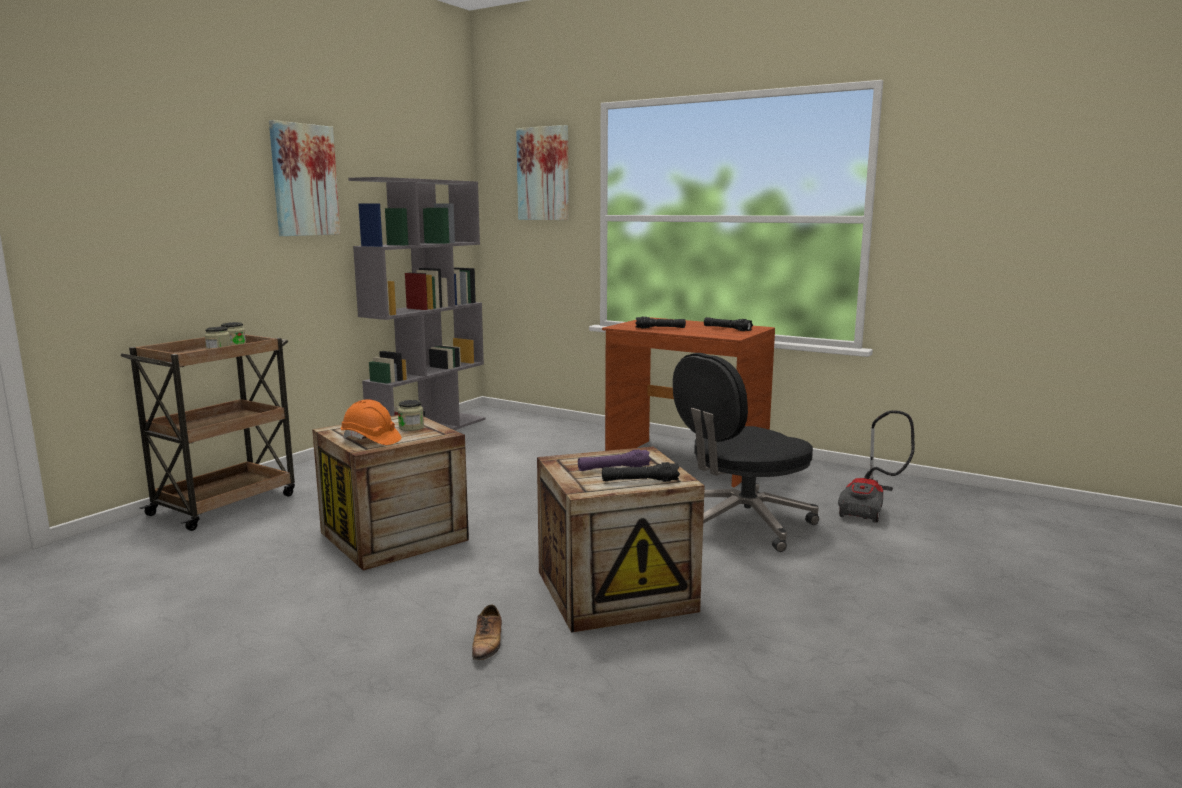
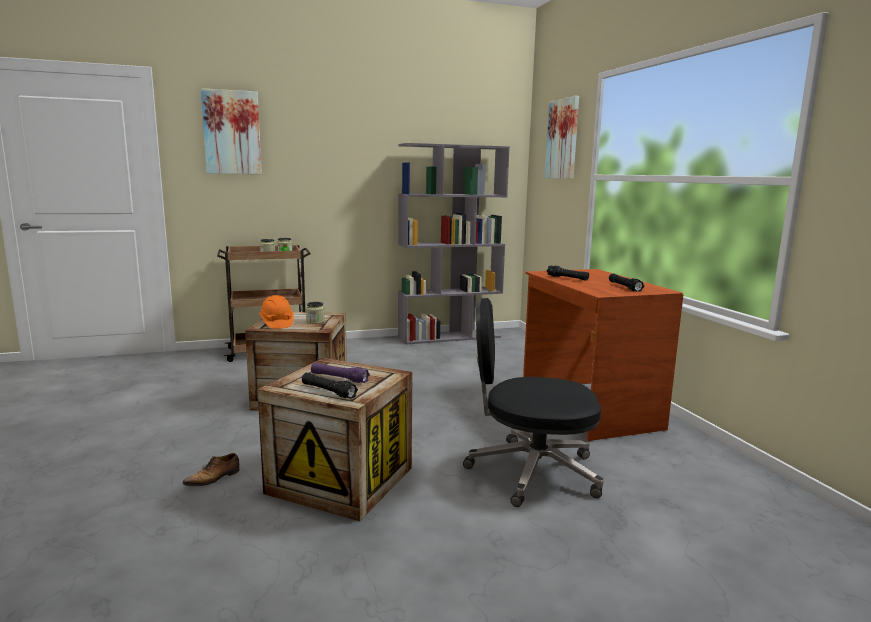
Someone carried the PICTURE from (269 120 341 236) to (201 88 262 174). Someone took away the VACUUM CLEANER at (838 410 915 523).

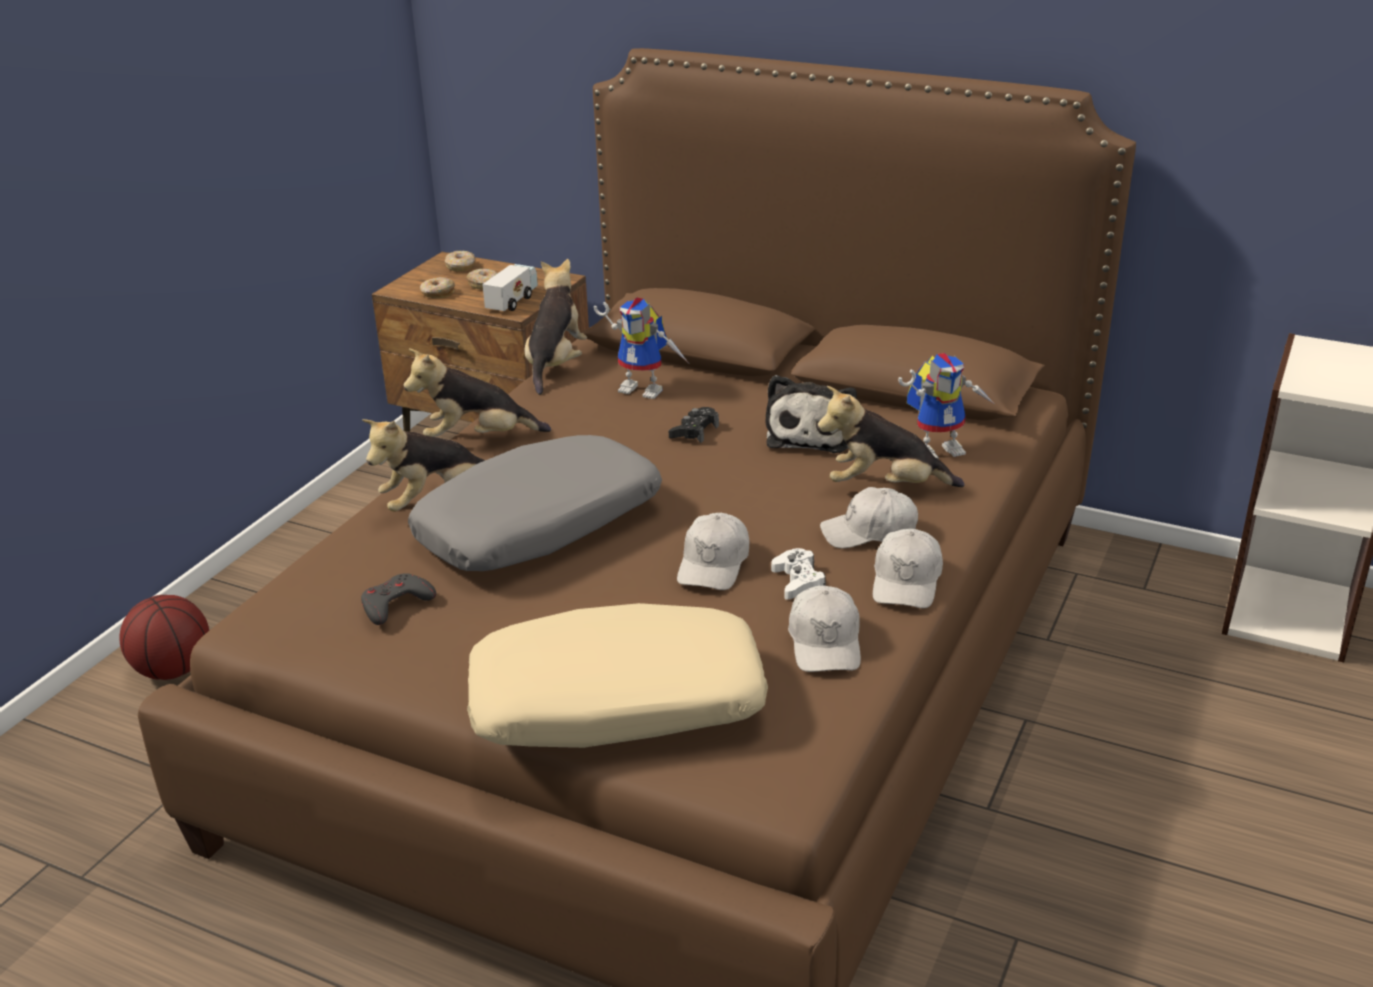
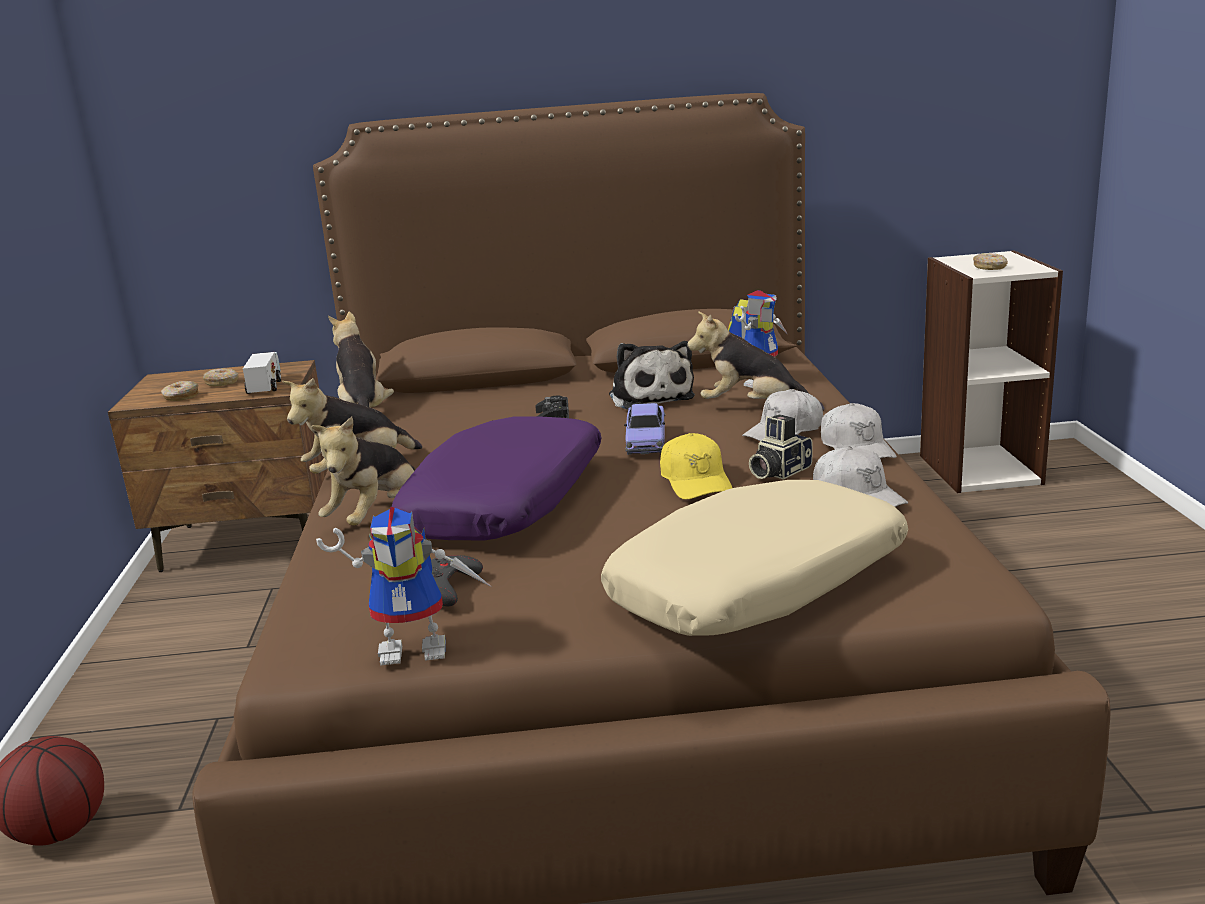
Someone carried the TOY ROBOT from (594 298 688 399) to (316 507 492 666). Someone repainted the GREY PILLOW at (408 435 662 571), which became the PURPLE PILLOW at (391 416 601 541). Someone put down the TOY CAR at (624 403 665 455). Someone repainted the WHITE CAP at (677 513 749 590), which became the YELLOW CAP at (660 433 732 500). Someone rotated the PLUSH TOY at (817 386 965 487) by 45 degrees clockwise. Someone swapped the WHITE GAME CONTROLLER at (771 548 826 600) for the PHOTO CAMERA at (749 414 813 480). Someone carried the DONUT from (445 251 476 271) to (973 253 1008 270).

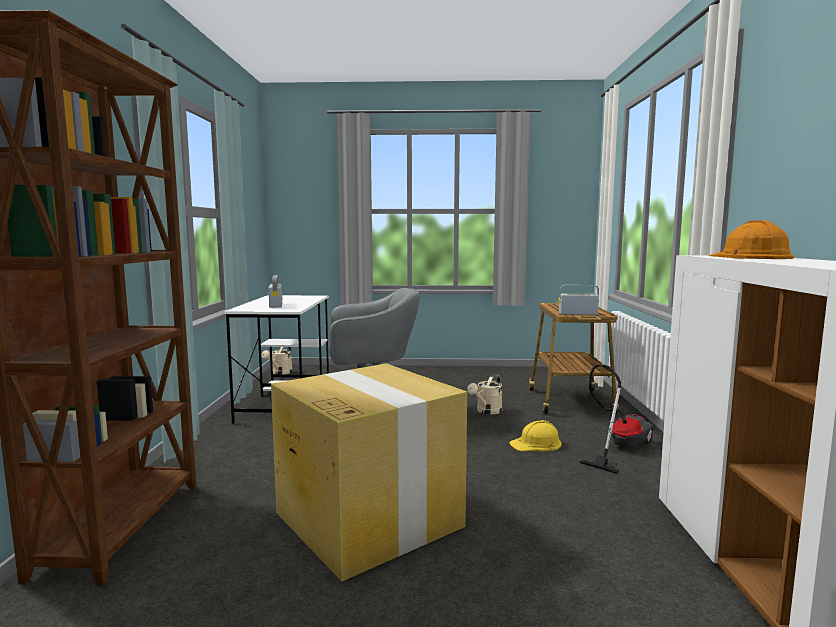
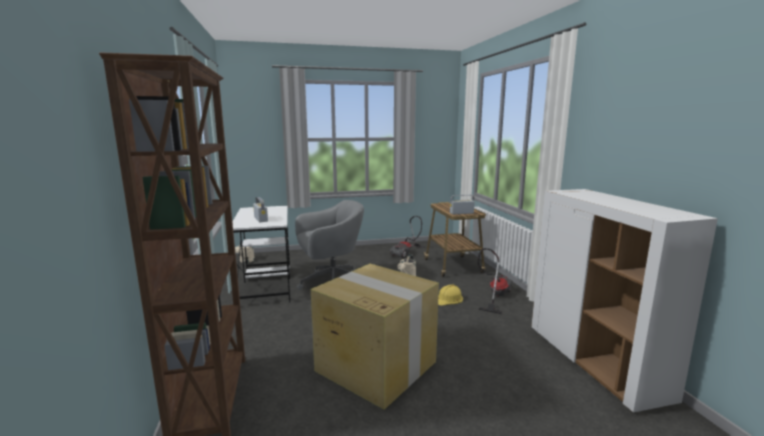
Someone put down the VACUUM CLEANER at (390 216 425 258). Someone took away the ORANGE HARD HAT at (709 220 794 259).

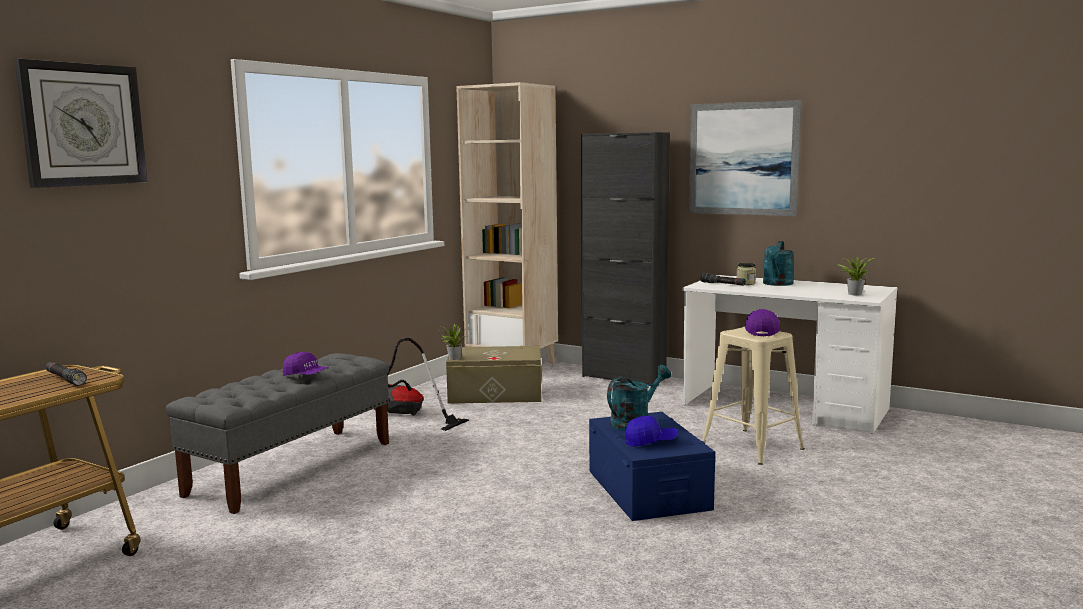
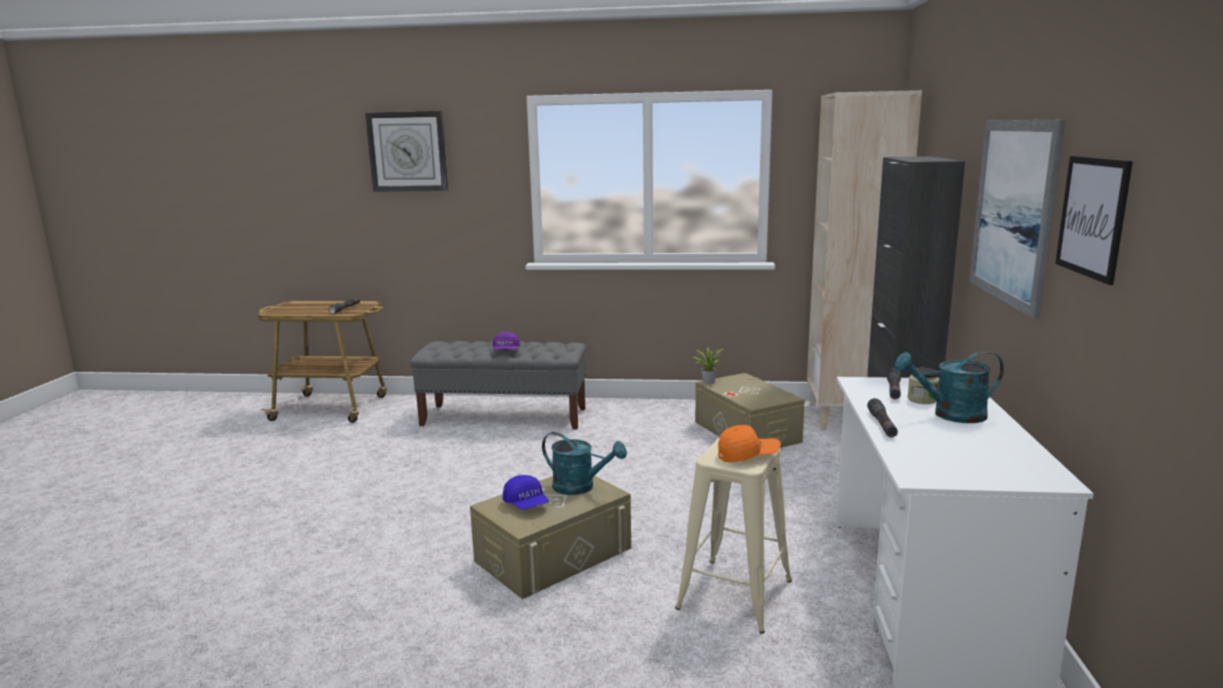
Someone repainted the BLUE STORAGE BOX at (589 412 715 521), which became the BEIGE STORAGE BOX at (470 476 631 599). Someone repainted the PURPLE CAP at (745 309 780 336), which became the ORANGE CAP at (718 425 781 462). Someone put down the BLACK FLASHLIGHT at (867 398 898 438). Someone put up the PICTURE at (1055 156 1133 285). Someone took away the VACUUM CLEANER at (374 338 469 431). Someone took away the POTTED PLANT at (837 256 875 295).

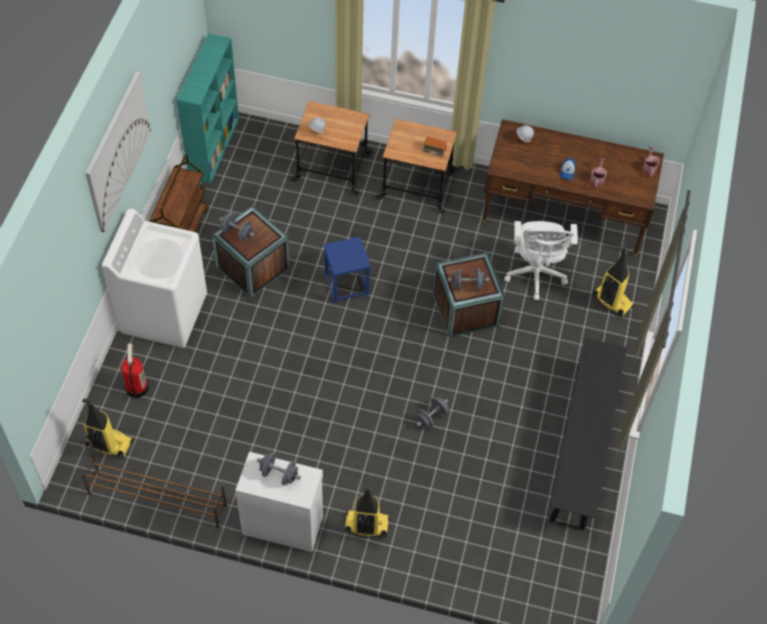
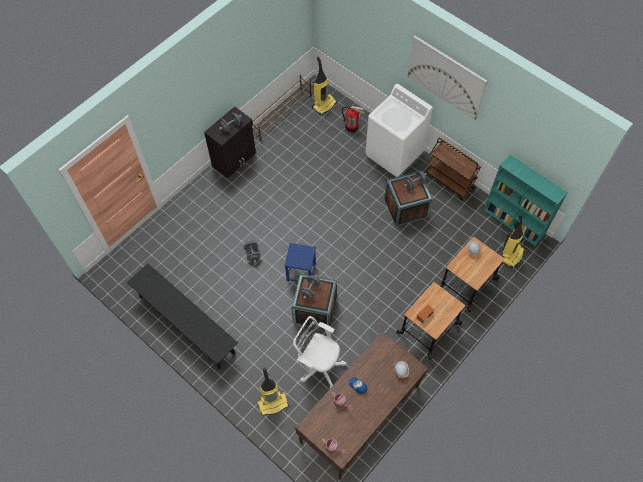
Someone repainted the WHITE CABINET at (235 452 323 552), which became the BLACK CABINET at (204 106 256 178). Someone carried the BLUE STOOL from (324 237 371 303) to (285 243 316 282). Someone carried the VACUUM CLEANER from (345 486 390 538) to (502 214 525 268).

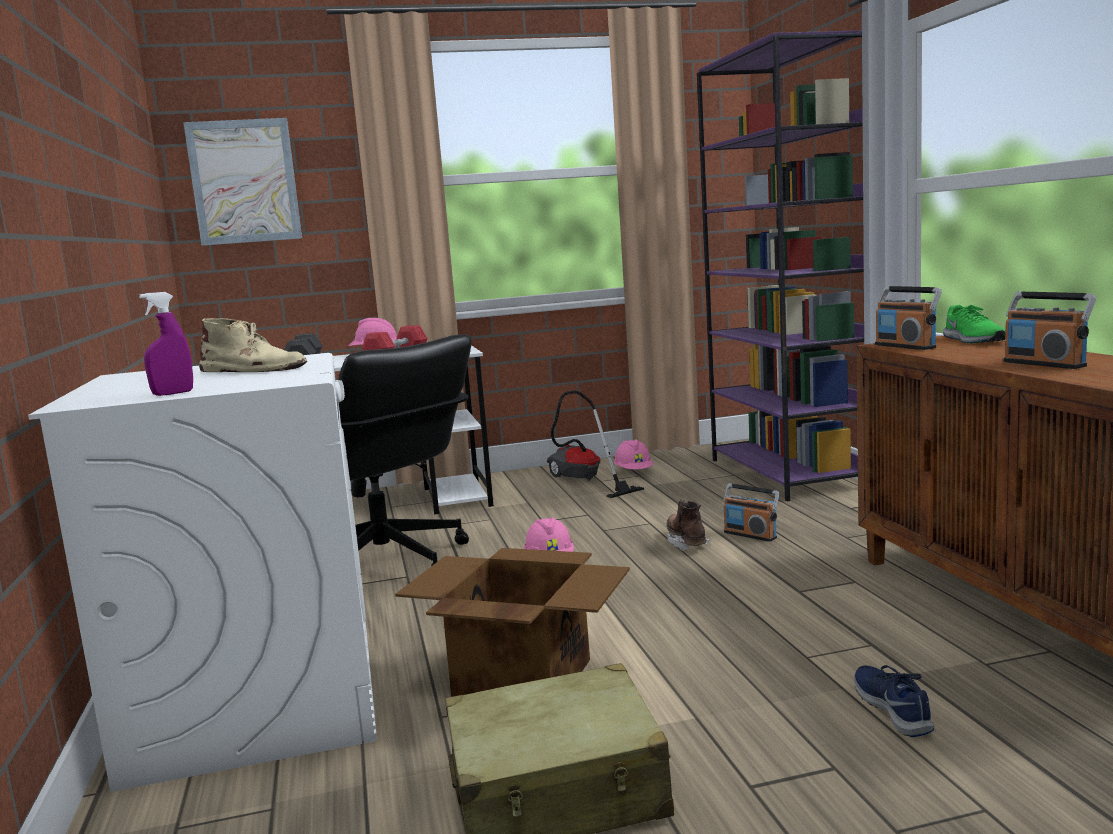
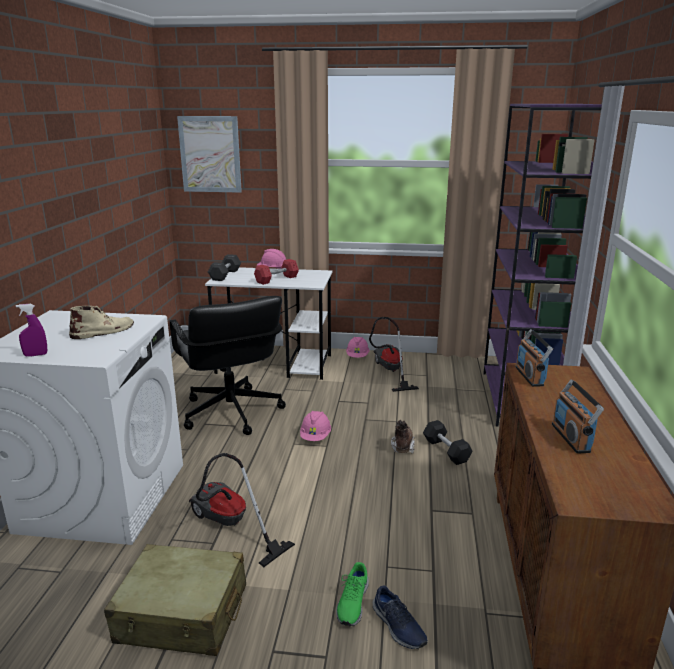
Someone rotated the BEIGE BOOT at (199 318 307 372) by 75 degrees counterclockwise. Someone swapped the CARDBOARD BOX at (395 548 630 697) for the VACUUM CLEANER at (189 453 295 567). Someone carried the GREEN SHOE from (943 305 1006 343) to (336 562 369 626). Someone carried the PINK HARD HAT from (614 439 653 470) to (346 337 370 358). Someone rotated the BLUE SHOE at (854 665 935 737) by 135 degrees clockwise. Someone swapped the RADIO at (723 483 780 542) for the BLACK DUMBBELL at (423 420 473 465).

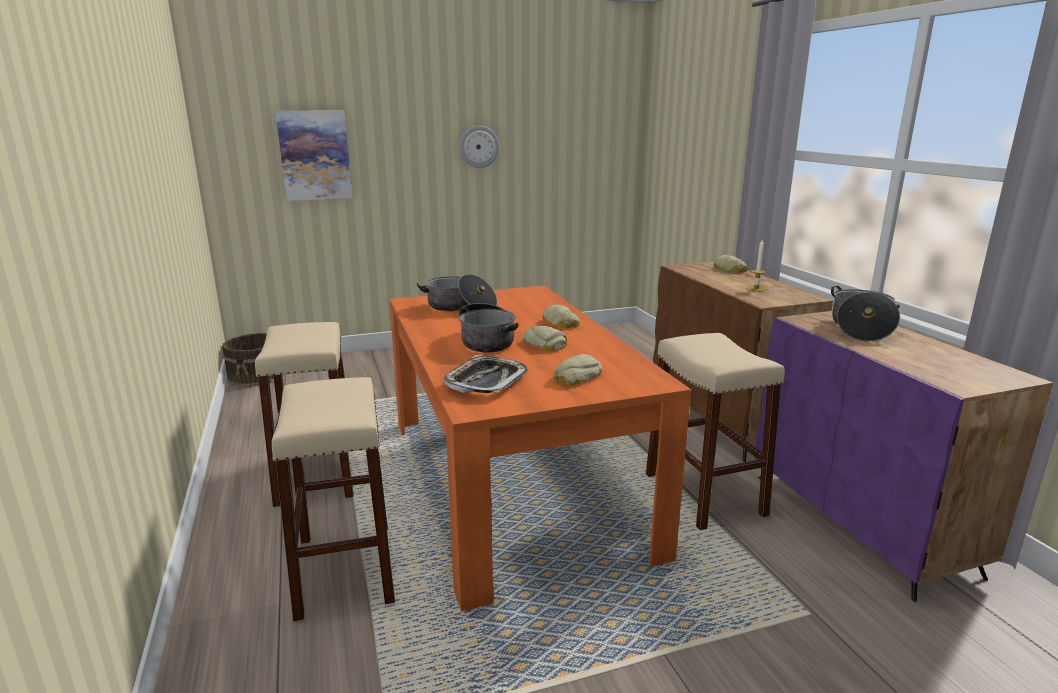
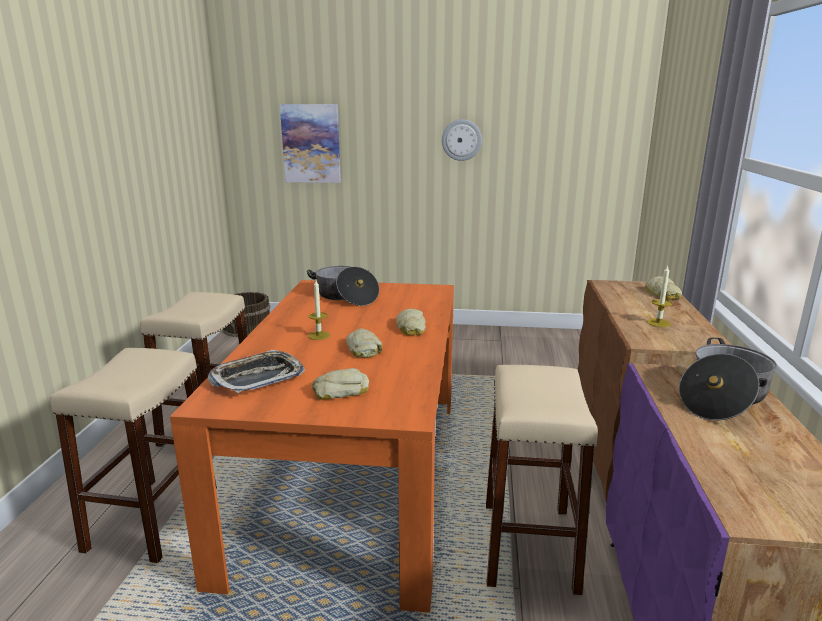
Someone swapped the COOKING POT at (459 303 518 352) for the CANDLE at (308 280 330 340).

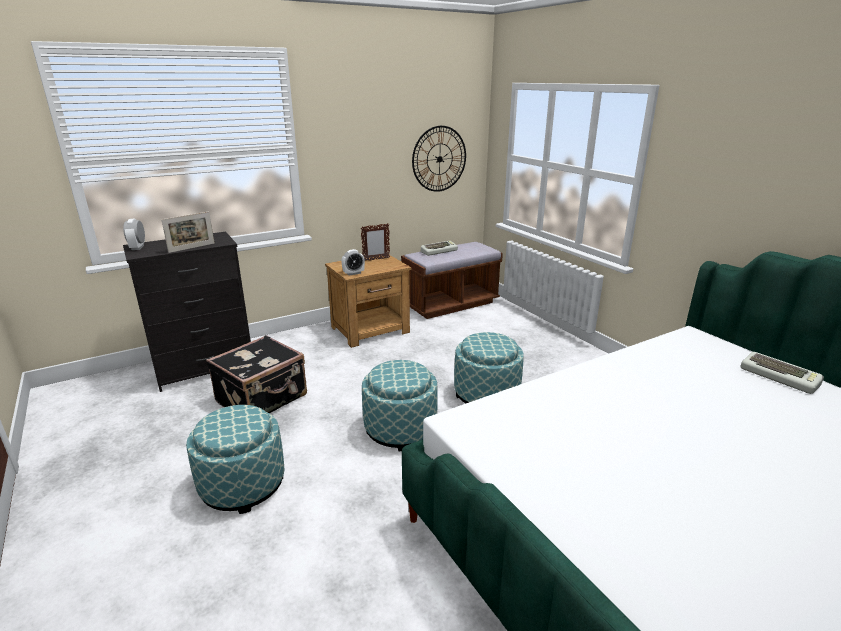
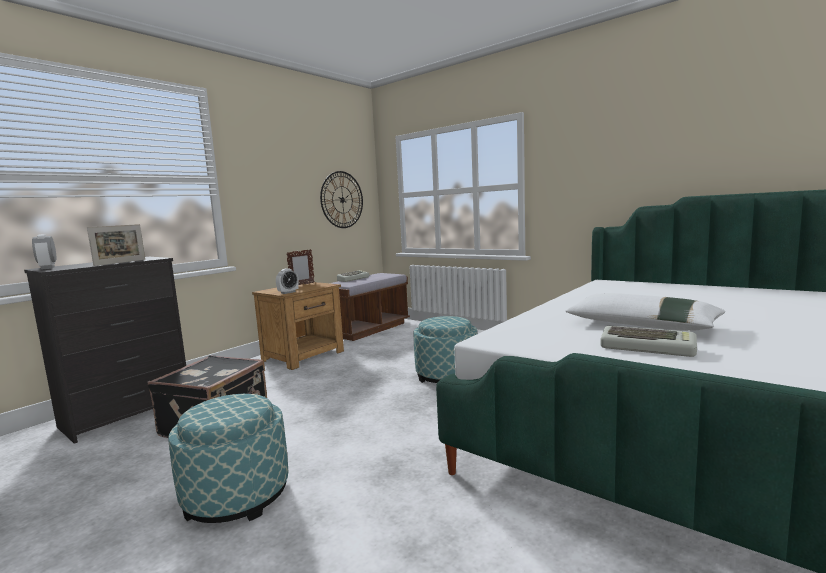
Someone put down the WHITE PILLOW at (566 293 725 331). Someone carried the KEYBOARD from (741 352 824 394) to (601 326 697 357). Someone took away the OTTOMAN at (362 360 438 451).

